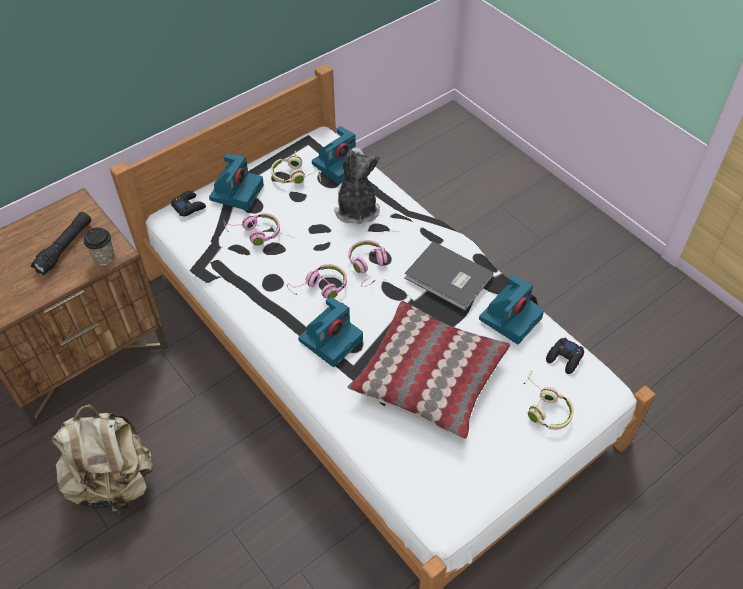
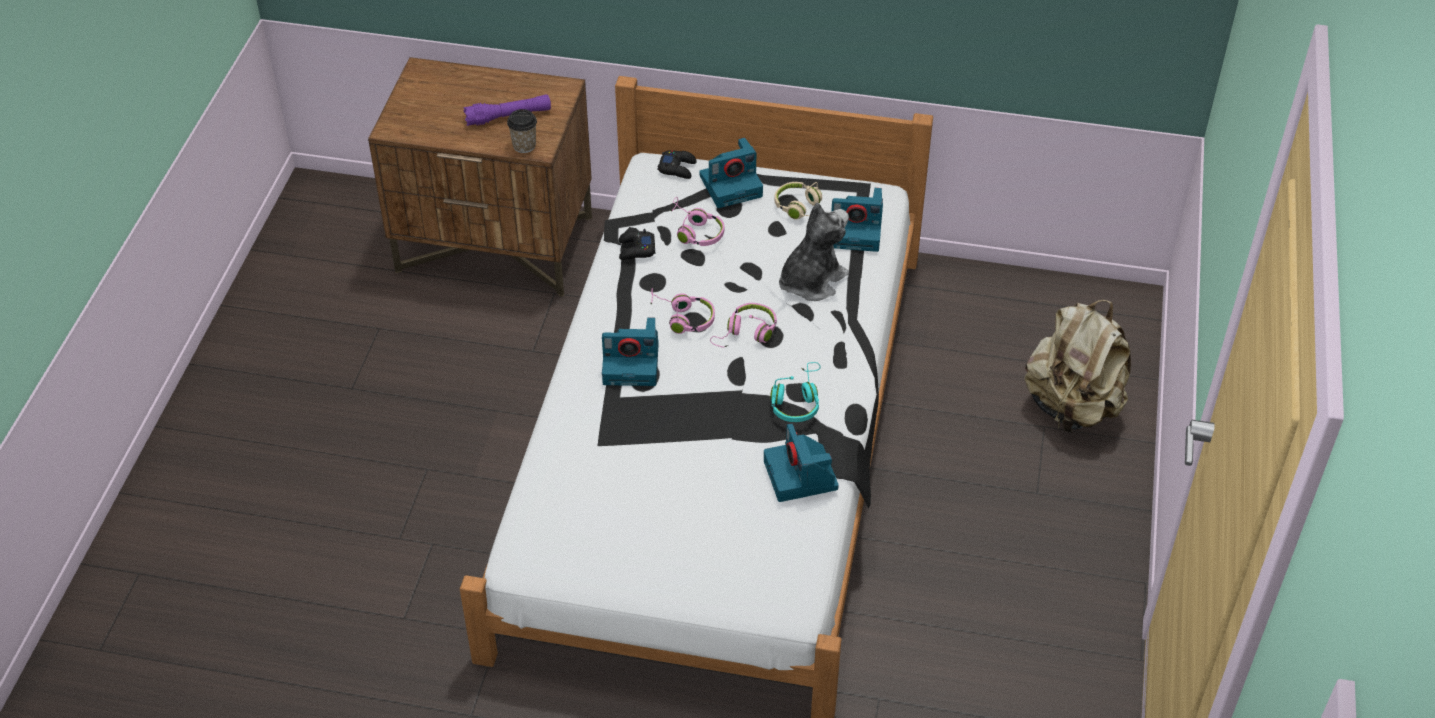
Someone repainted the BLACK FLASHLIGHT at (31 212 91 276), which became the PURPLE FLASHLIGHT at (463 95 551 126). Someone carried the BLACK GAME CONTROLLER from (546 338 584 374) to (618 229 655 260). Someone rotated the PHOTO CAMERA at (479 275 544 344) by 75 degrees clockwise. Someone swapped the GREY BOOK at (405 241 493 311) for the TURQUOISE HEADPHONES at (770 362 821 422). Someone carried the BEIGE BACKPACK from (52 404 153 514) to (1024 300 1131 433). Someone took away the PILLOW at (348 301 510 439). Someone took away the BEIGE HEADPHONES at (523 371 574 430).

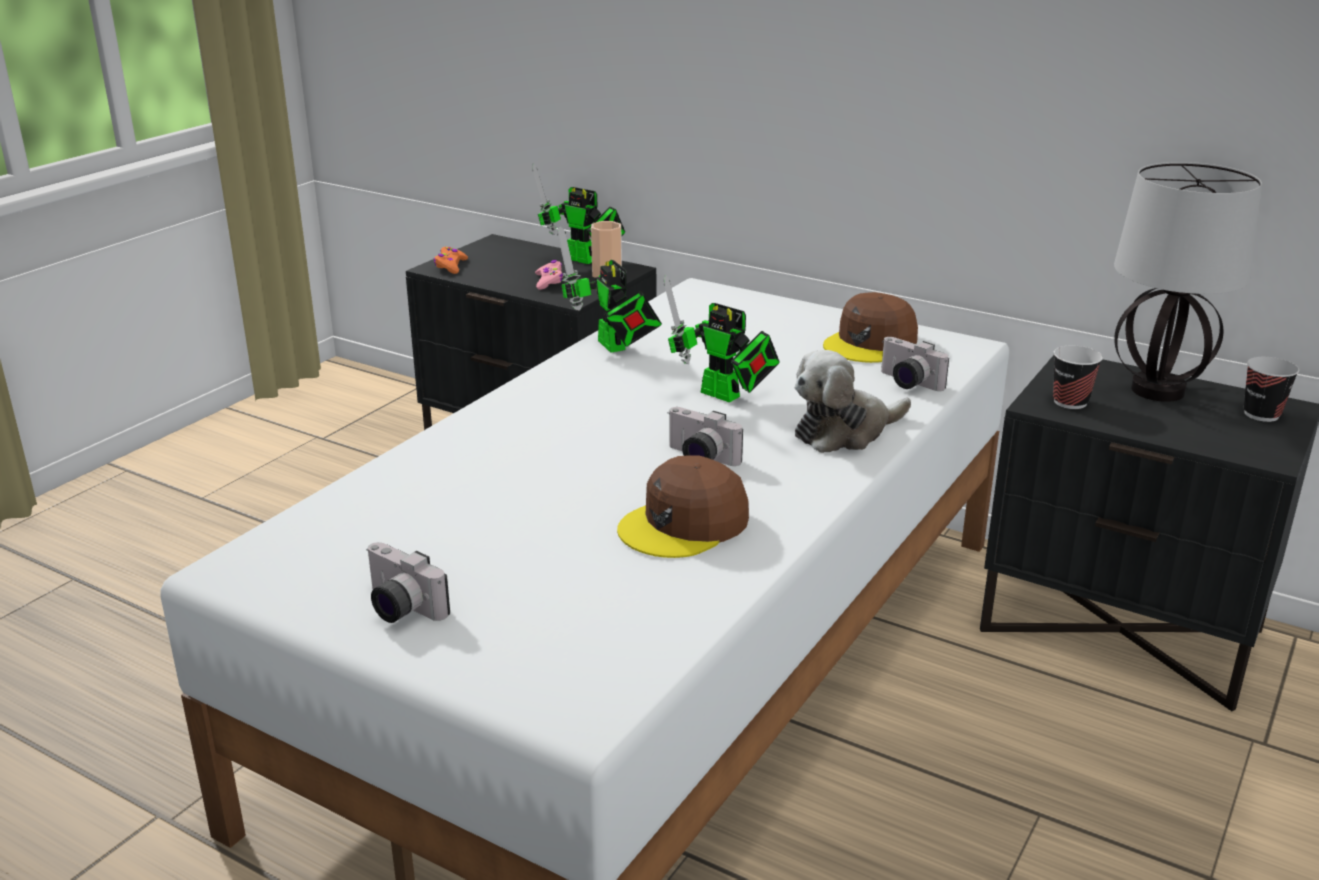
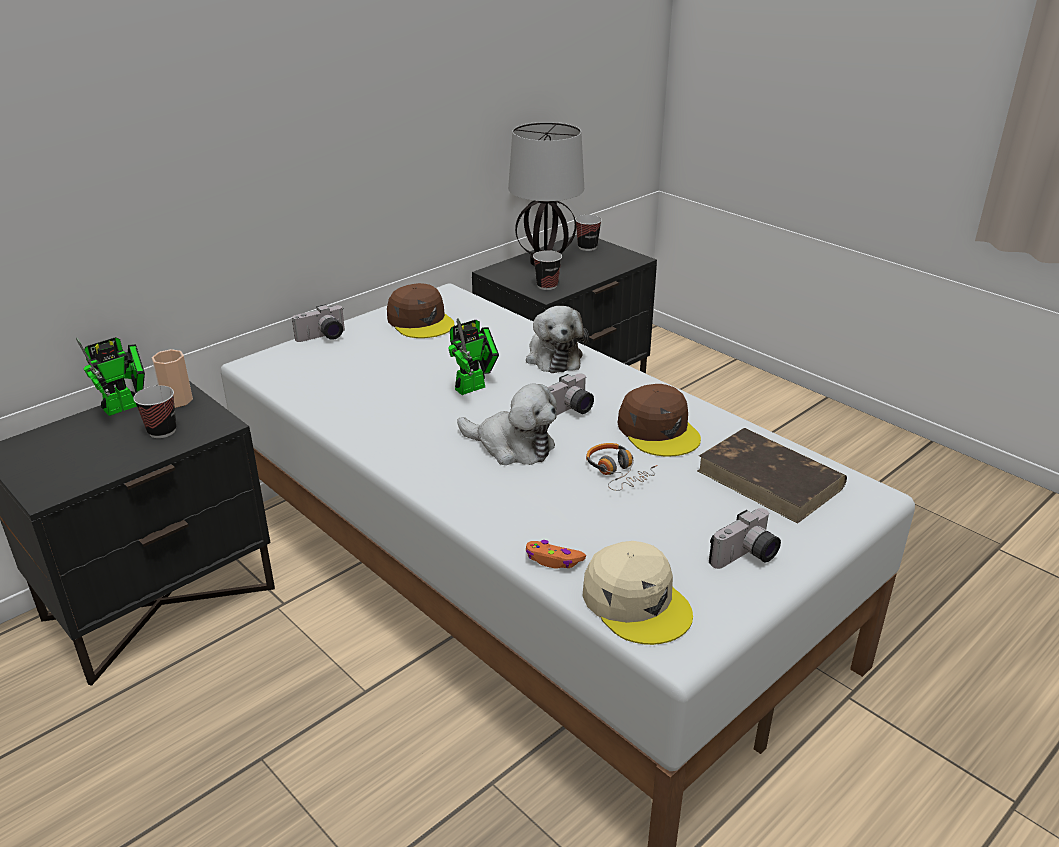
Someone swapped the PINK GAME CONTROLLER at (535 260 563 290) for the CUP at (133 386 176 438). Someone carried the PHOTO CAMERA from (881 337 949 391) to (292 304 345 342). Someone put down the PLUSH TOY at (457 384 557 465). Someone carried the ORANGE GAME CONTROLLER from (433 247 468 274) to (526 540 586 569). Someone put down the BEIGE CAP at (583 541 693 645). Someone put down the HEADPHONES at (586 443 658 491). Someone put down the BROWN BOOK at (697 428 847 524). Someone took away the TOY ROBOT at (557 226 662 353).

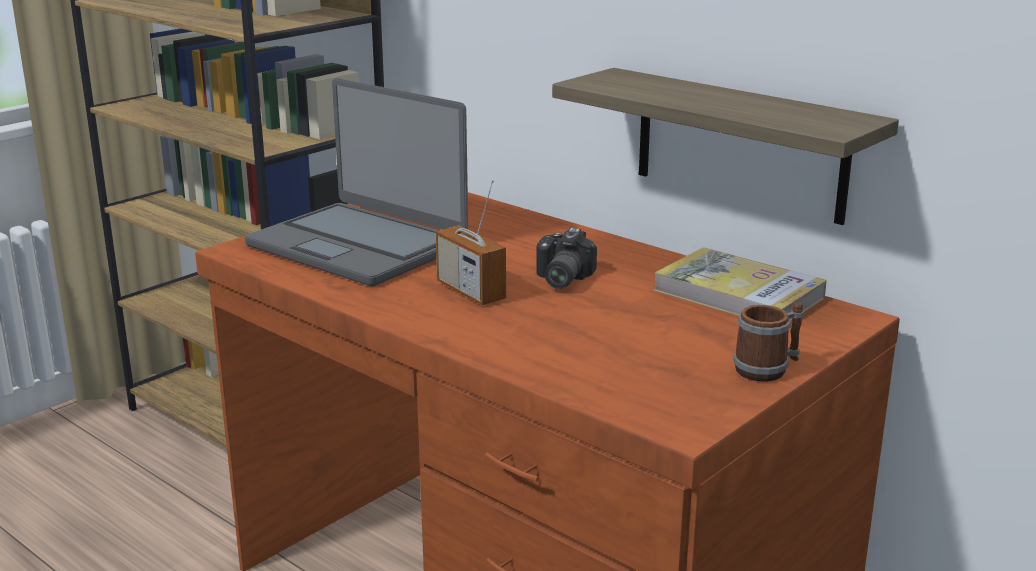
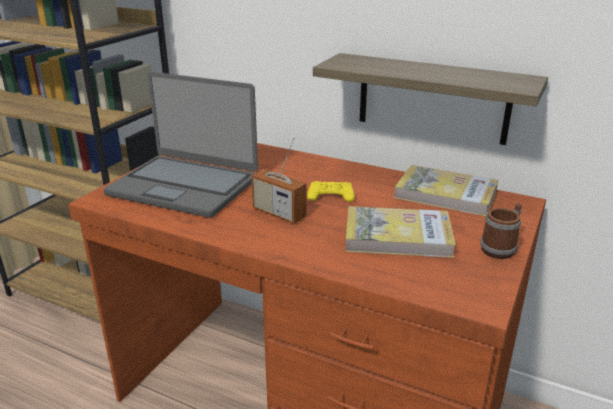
Someone swapped the PHOTO CAMERA at (536 228 597 289) for the YELLOW GAME CONTROLLER at (307 181 355 202). Someone put down the BOOK at (345 206 456 258).

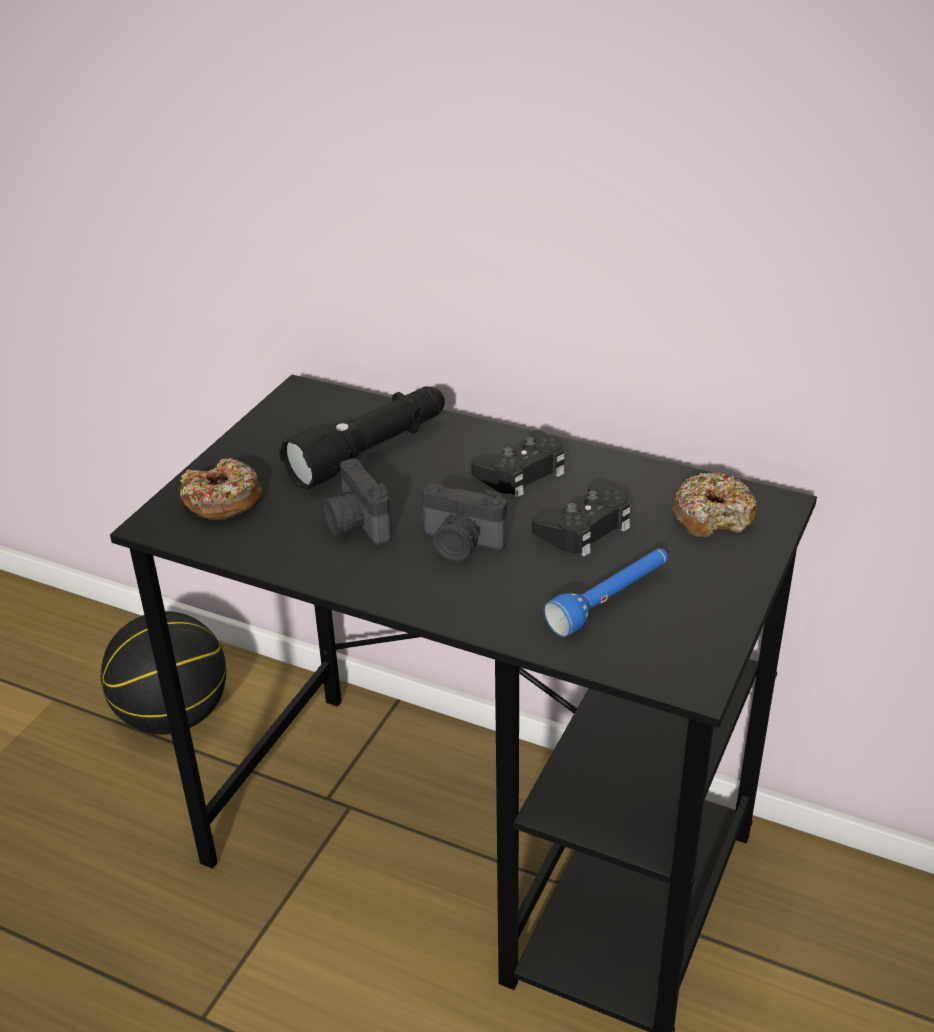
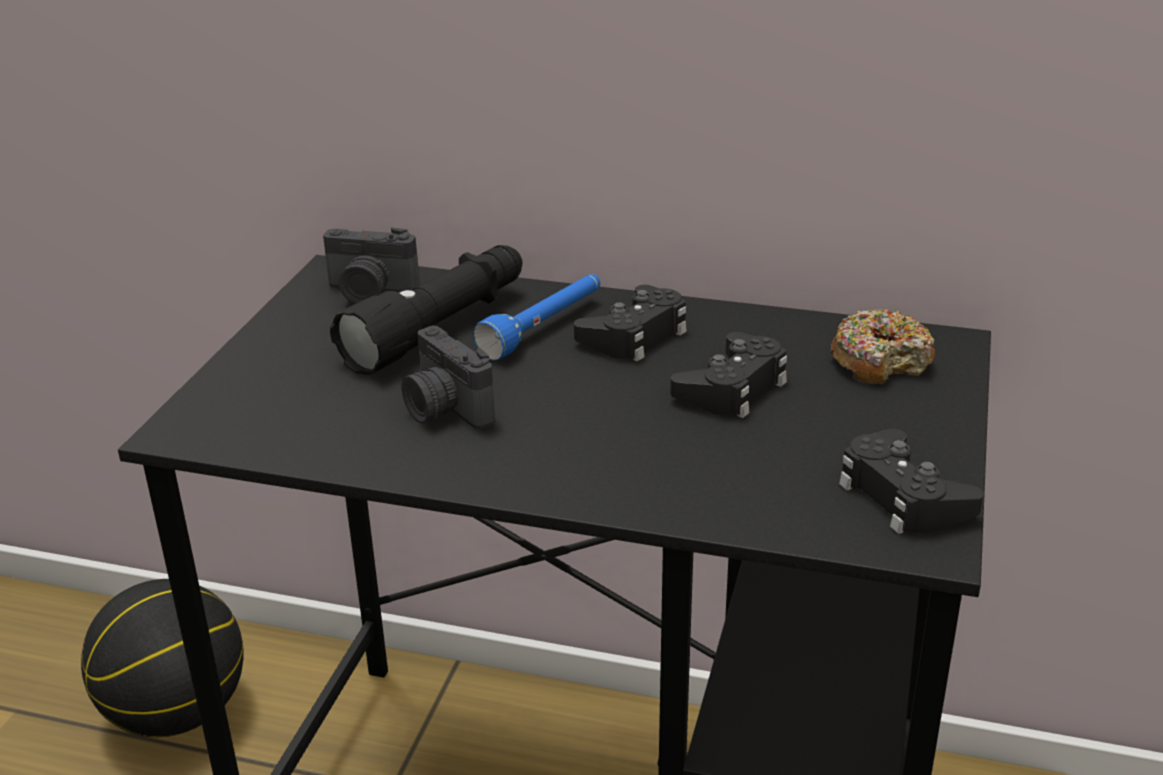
Someone carried the PHOTO CAMERA from (422 483 507 561) to (323 227 420 304). Someone carried the BLUE FLASHLIGHT from (543 548 668 637) to (473 274 600 361). Someone put down the BLACK GAME CONTROLLER at (839 429 984 534). Someone took away the DONUT at (180 458 262 520).

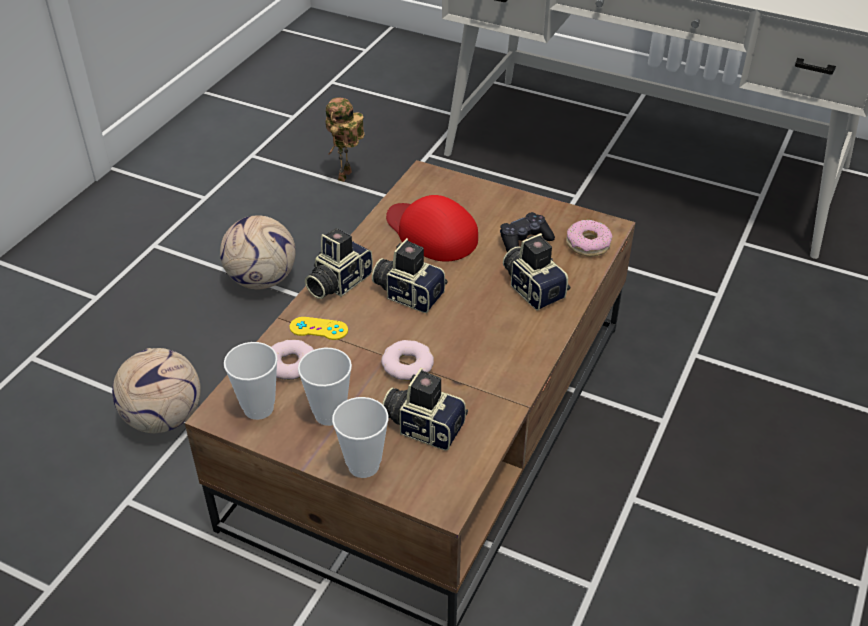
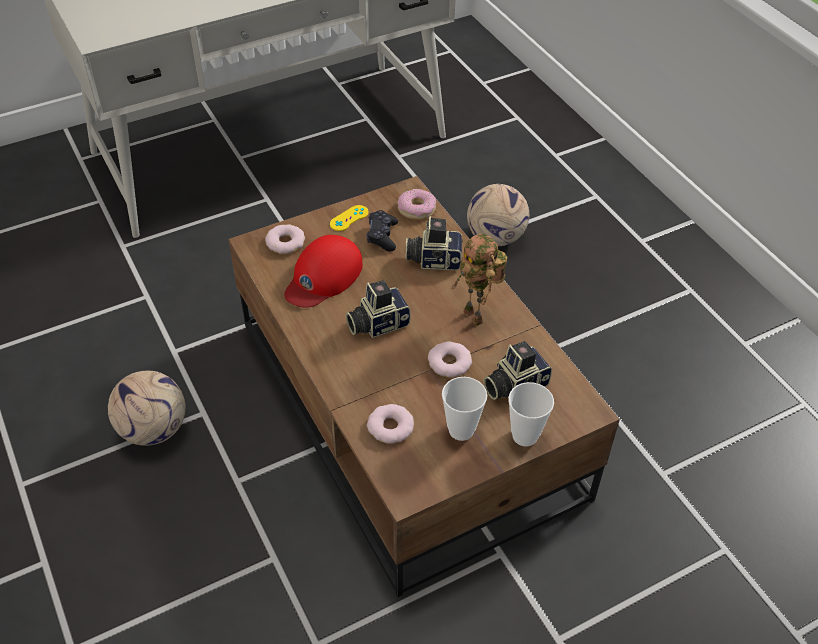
Someone put down the DONUT at (265 224 305 254). Someone rotated the RED CAP at (386 195 478 262) by 45 degrees counterclockwise. Someone carried the YELLOW GAME CONTROLLER from (290 317 348 340) to (330 205 369 231). Someone carried the TOY ROBOT from (325 97 365 182) to (451 234 507 326). Someone carried the FOOTBALL from (112 348 201 433) to (467 184 529 246). Someone took away the CUP at (224 342 278 420). Someone took away the PHOTO CAMERA at (305 228 373 299).

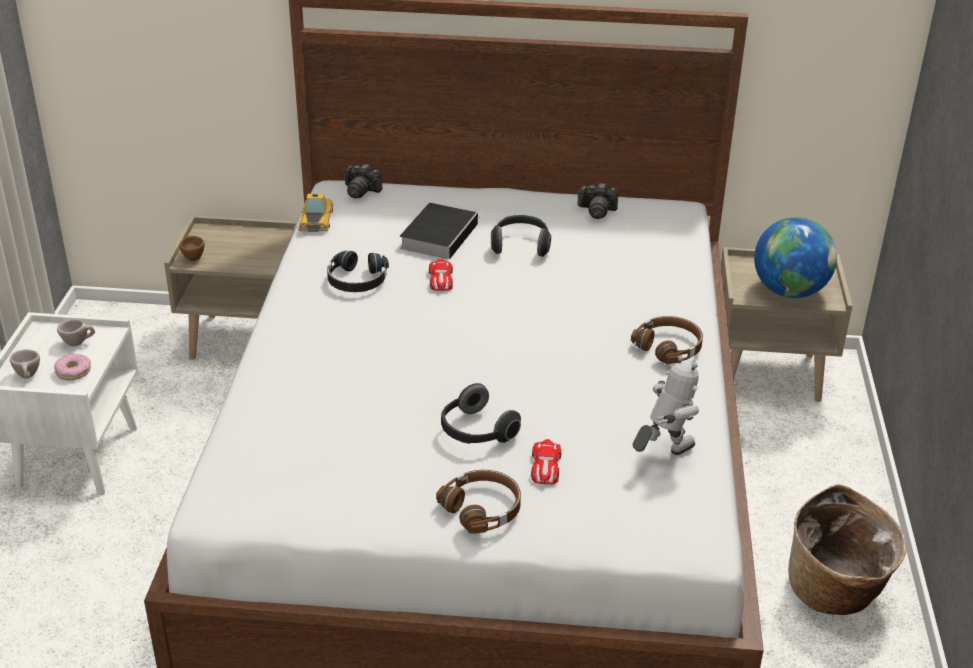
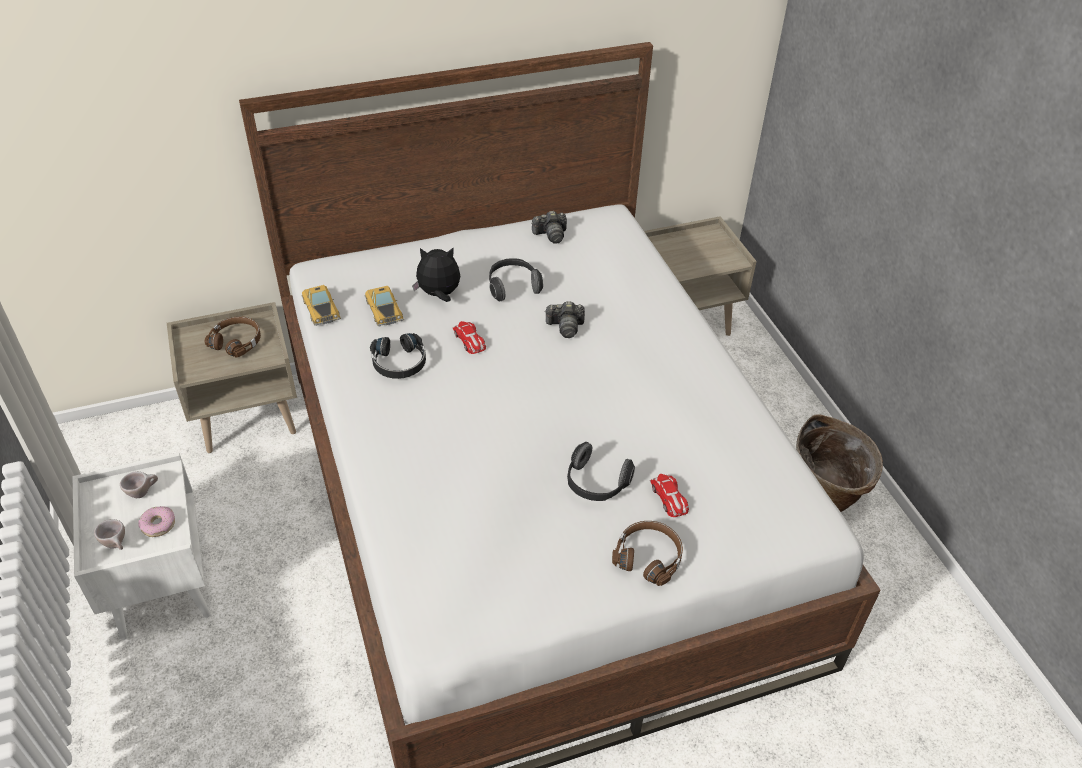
Someone carried the BROWN HEADPHONES from (631 316 703 364) to (204 316 261 358). Someone put down the TOY CAR at (364 286 404 326). Someone swapped the BOOK at (400 203 479 260) for the PLUSH TOY at (412 248 460 302). Someone carried the PHOTO CAMERA from (344 164 383 198) to (545 301 585 338). Someone took away the BROWN CUP at (179 235 205 261). Someone took away the TOY ROBOT at (633 356 699 455). Someone took away the GLOBE at (754 217 837 298).

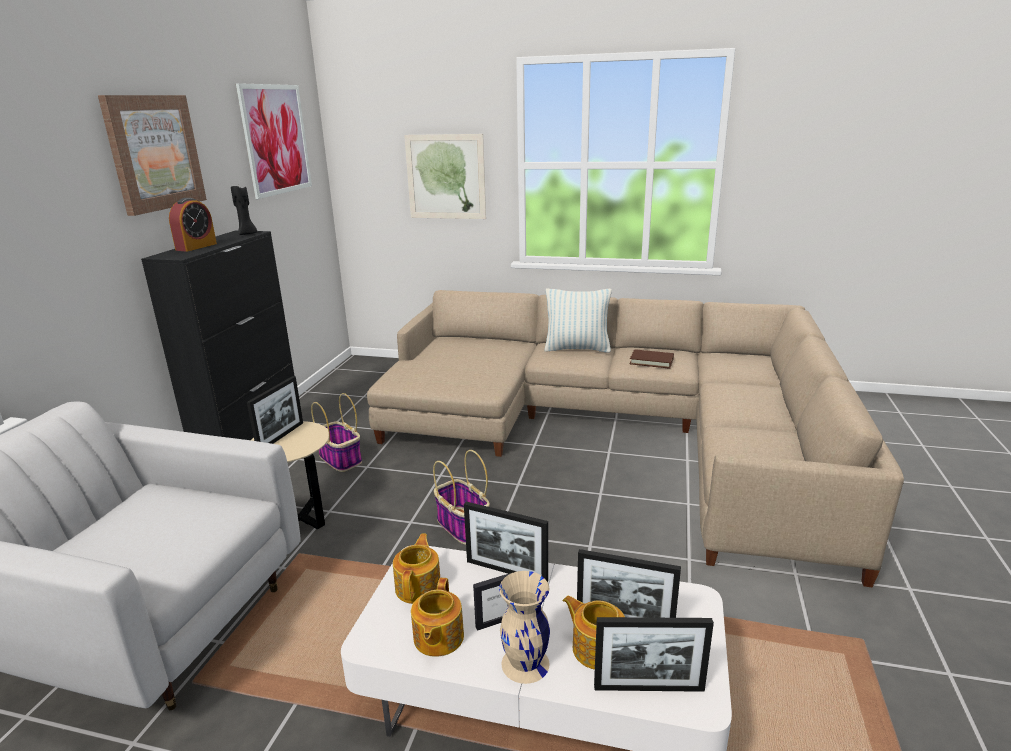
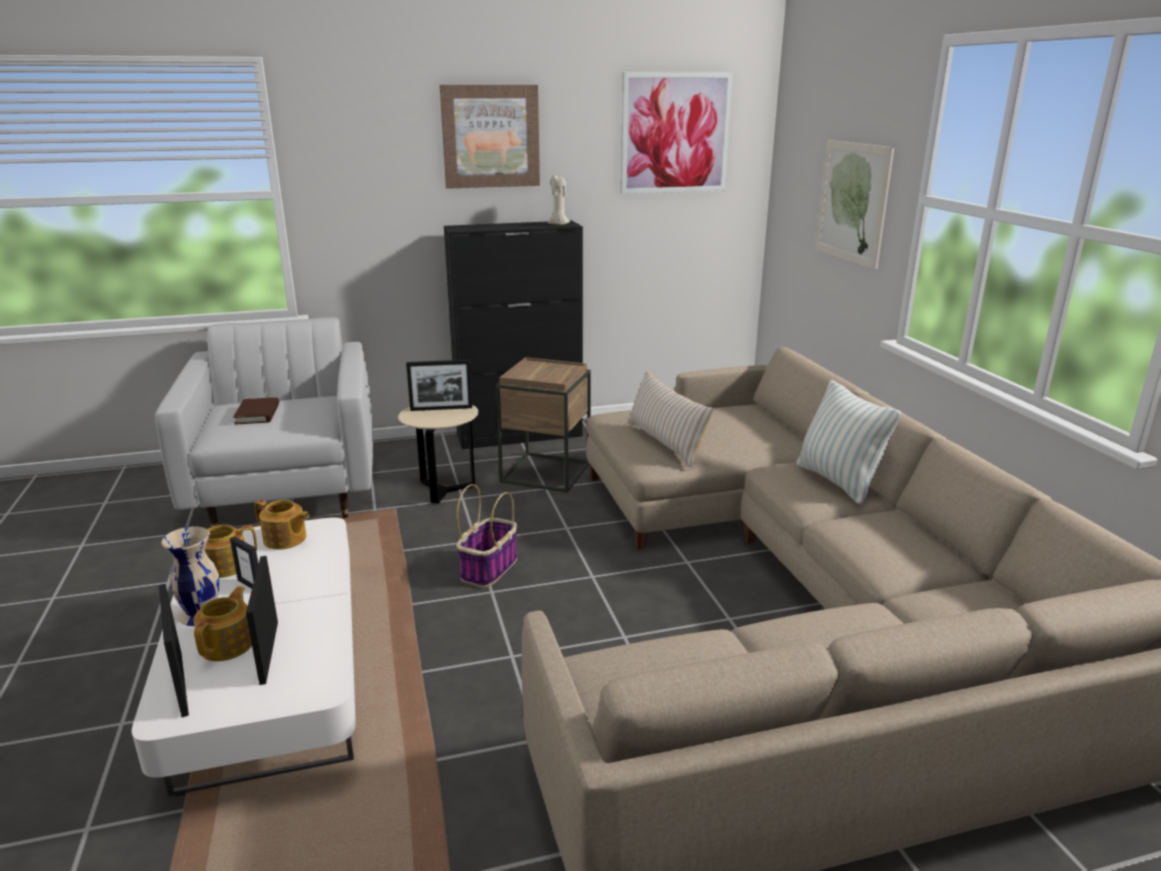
Someone carried the BROWN BOOK from (630 349 674 369) to (233 397 279 425). Someone rotated the TEAPOT at (393 534 440 604) by 45 degrees clockwise. Someone swapped the BASKET at (311 393 362 472) for the BROWN SIDE TABLE at (496 357 591 493). Someone repainted the BLACK CANDLE at (231 186 257 235), which became the BEIGE CANDLE at (548 175 570 225). Someone put down the BEIGE PILLOW at (628 370 714 467). Someone took away the ALARM CLOCK at (169 198 217 252). Someone took away the PICTURE FRAME at (464 502 548 582).

